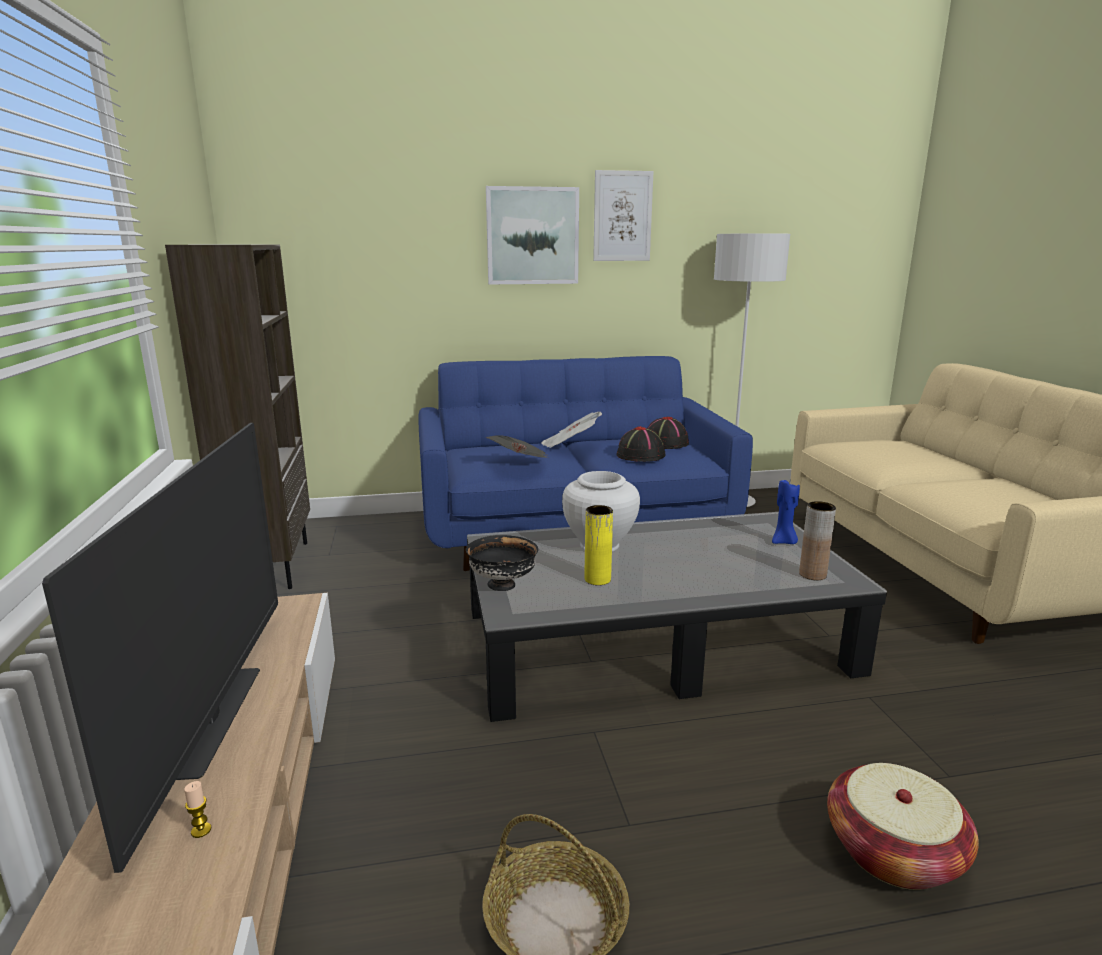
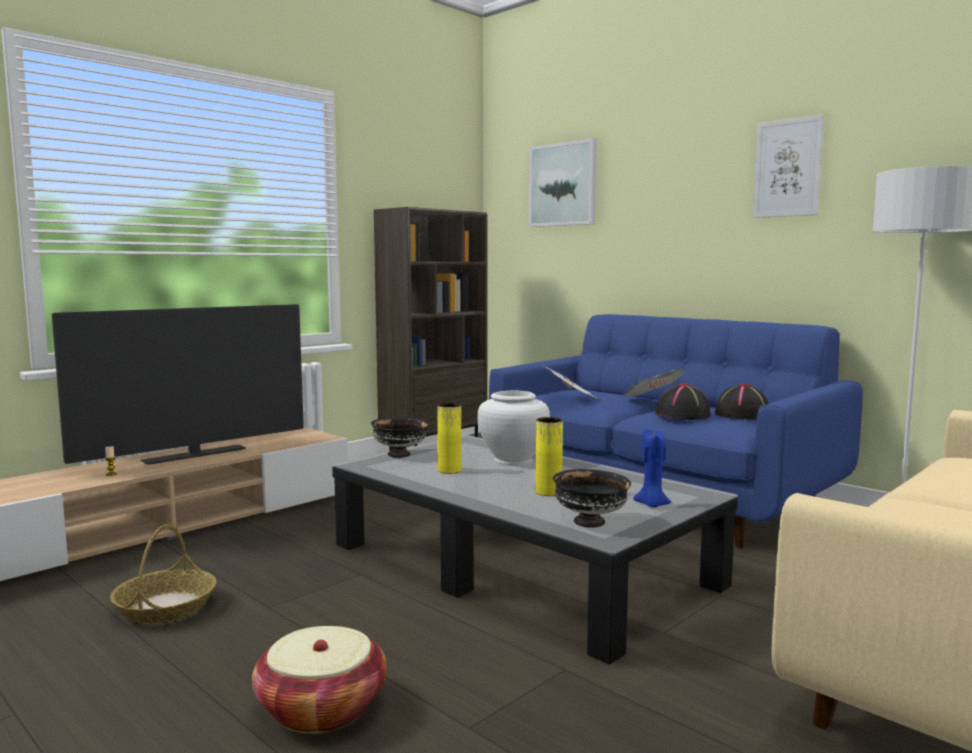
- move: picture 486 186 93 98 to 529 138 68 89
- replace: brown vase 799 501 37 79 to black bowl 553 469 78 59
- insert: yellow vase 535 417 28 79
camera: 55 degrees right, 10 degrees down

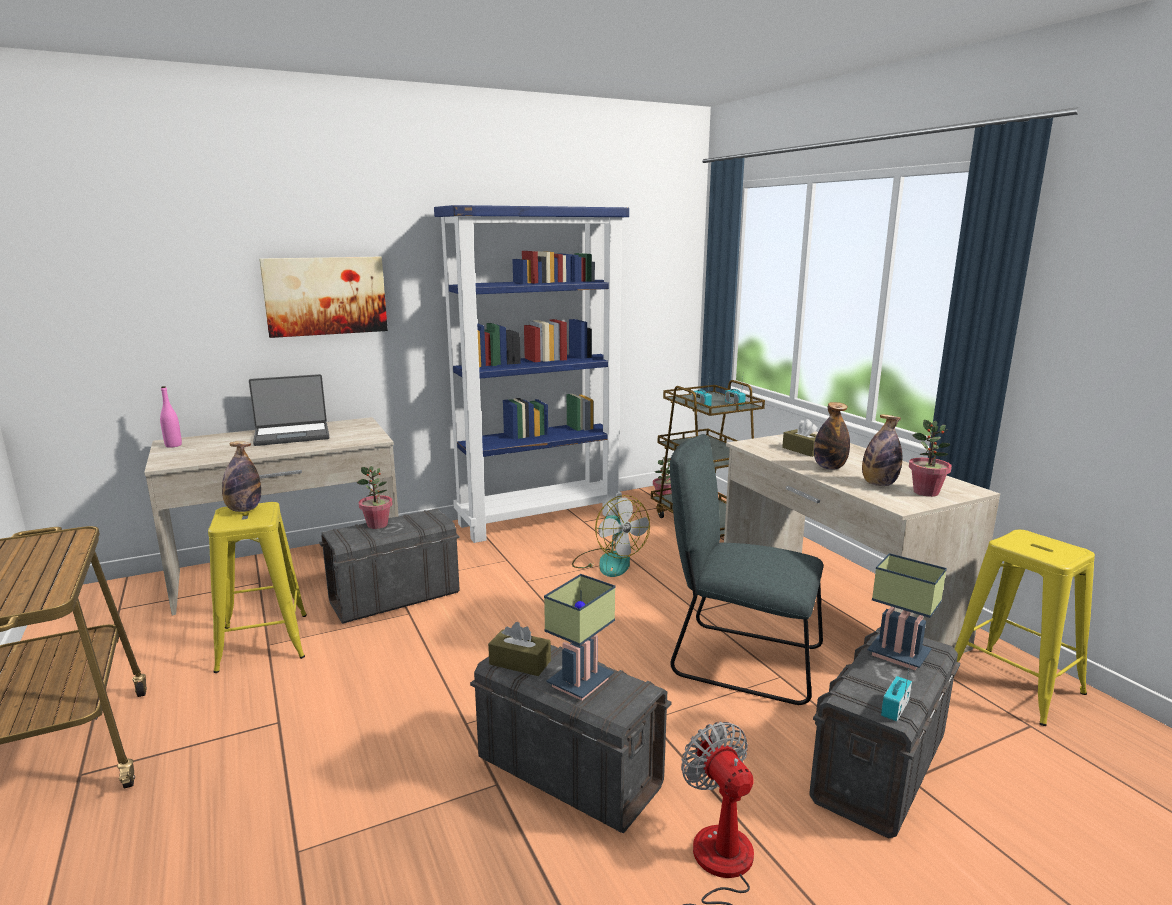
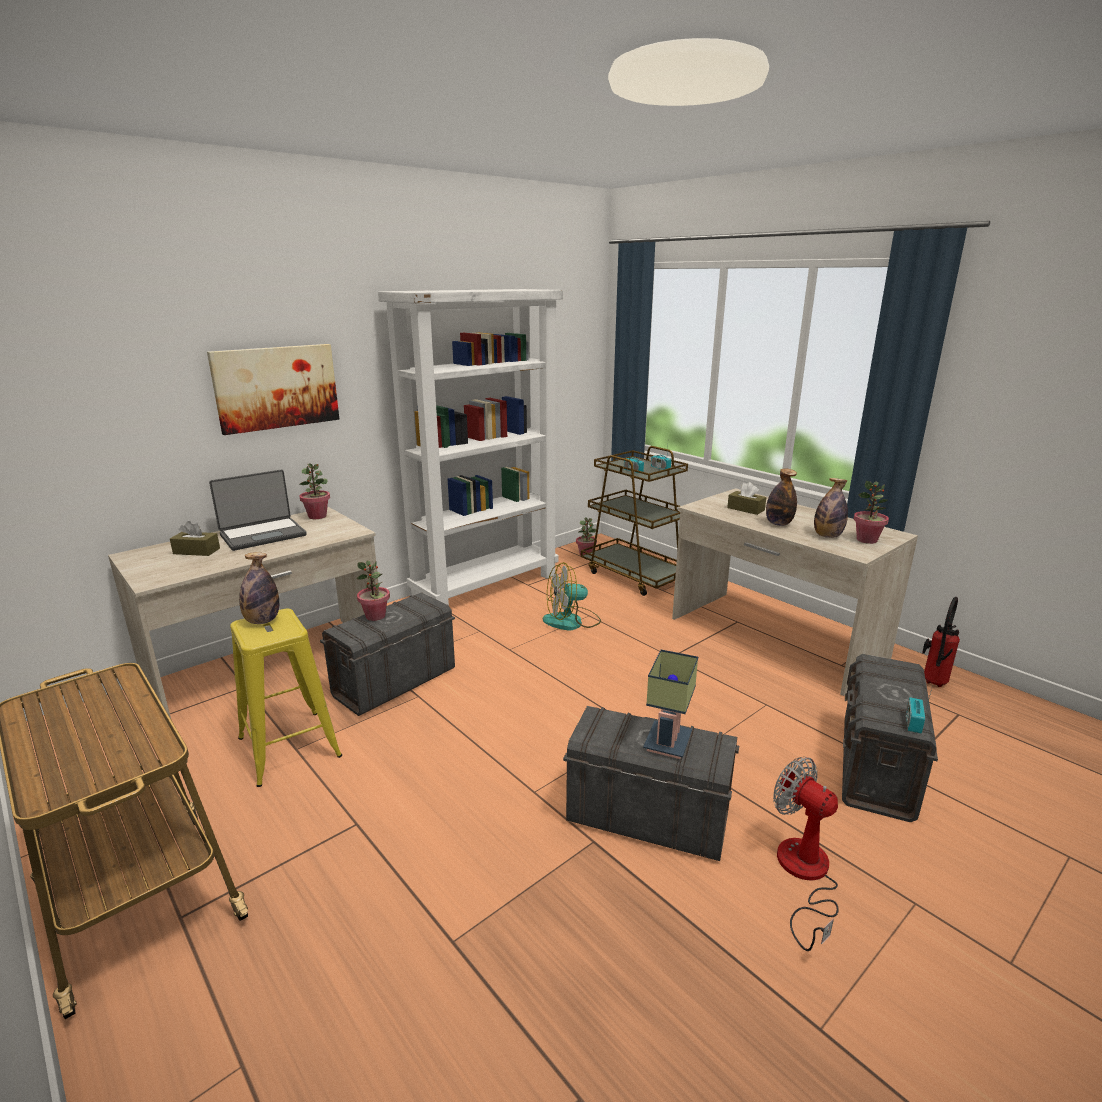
- recolor: blue bookcase 434 205 195 338 to white bookcase 378 289 185 316
- delete: pink bottle 160 386 22 62
- delete: grey chair 670 434 153 271
- rotate: fan 572 495 78 82 = 543 562 58 68 120 degrees clockwise
- replace: yellow stool 955 530 140 196 to fire extinguisher 922 597 38 90
- delete: table lamp 868 553 79 117
- move: brown tissue box 488 622 63 54 to 170 521 50 35
- insert: potted plant 299 463 31 56
camera: 15 degrees left, 5 degrees up

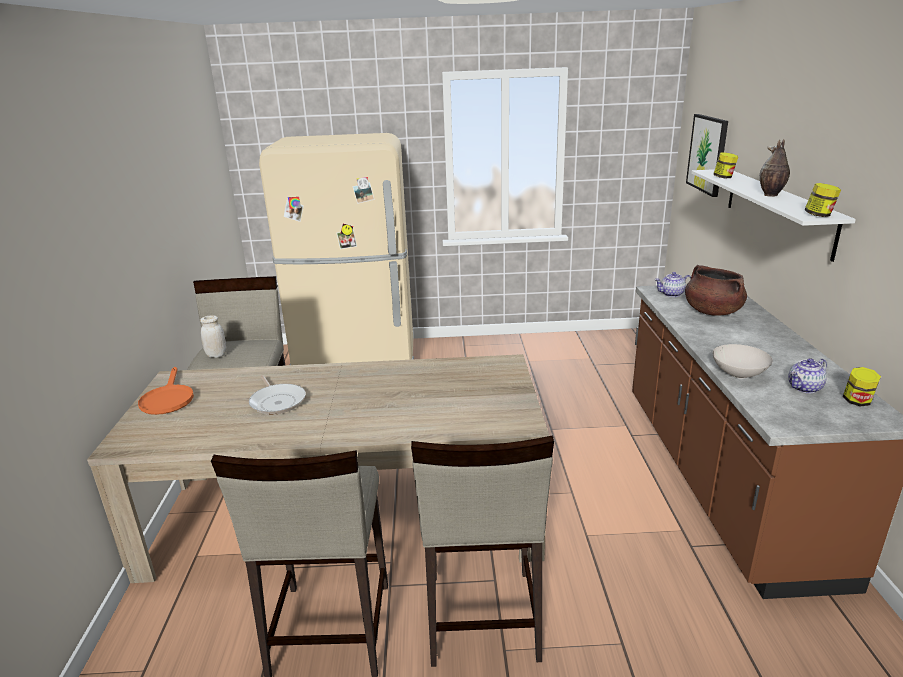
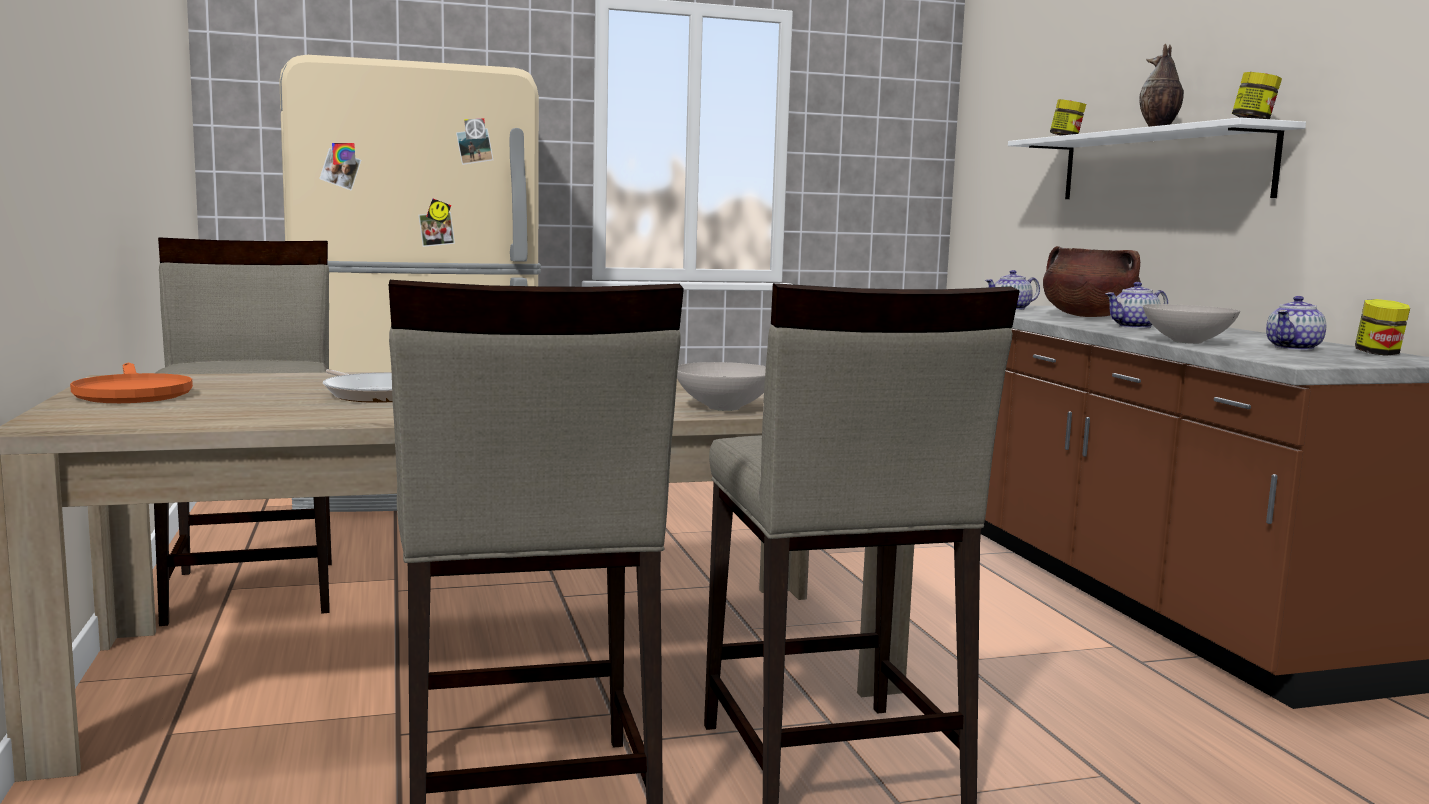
- delete: picture 686 114 42 83
- delete: white jar 200 315 26 43
- insert: teapot 1106 282 62 46
- insert: white bowl 677 362 89 49
camera: 15 degrees left, 15 degrees down

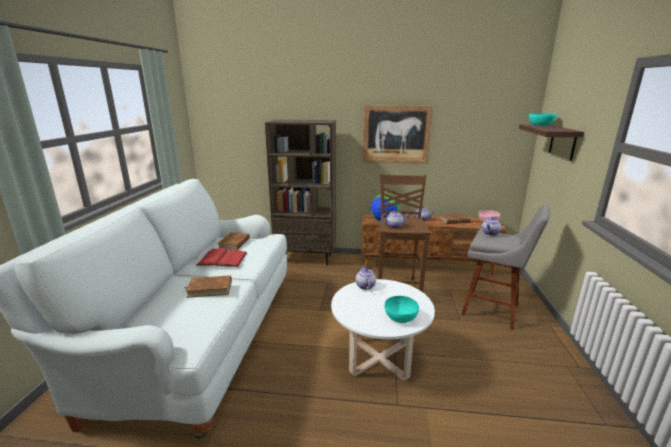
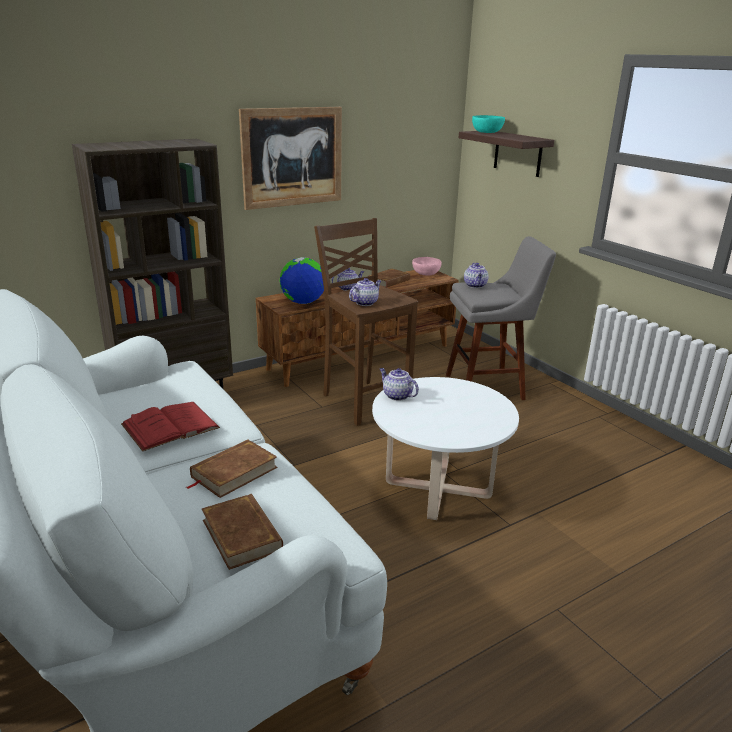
- move: brown book 217 232 33 18 to 202 494 81 76
- delete: turquoise bowl 385 296 34 27
camera: 40 degrees left, 5 degrees up

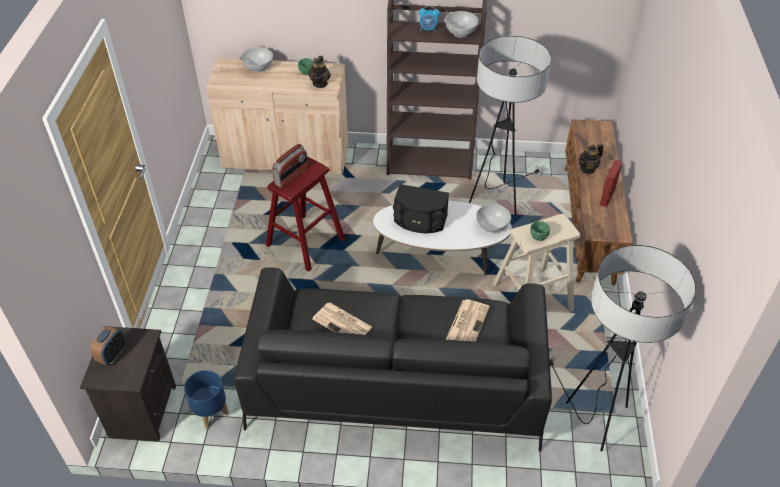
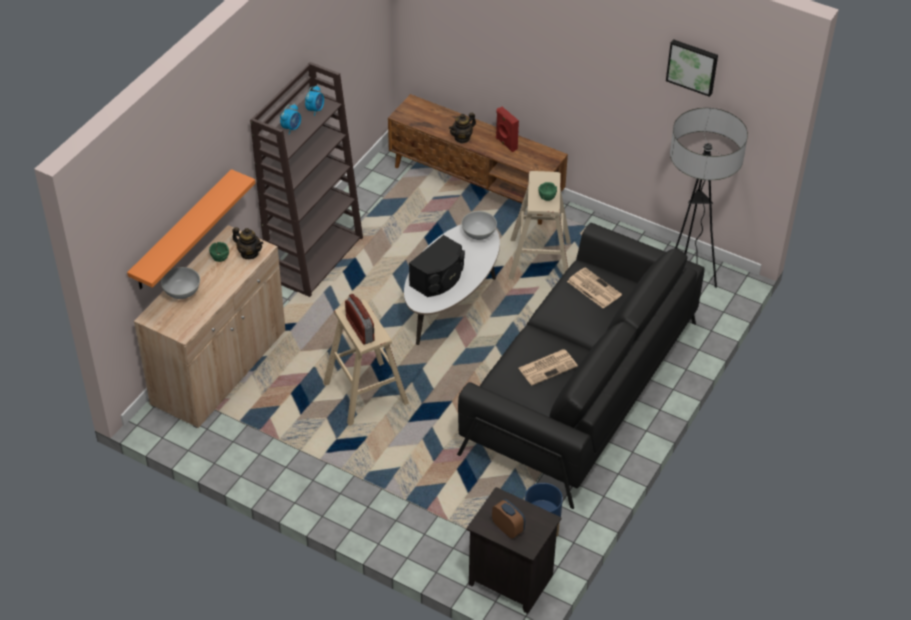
- replace: white bowl 445 11 34 27 to alarm clock 305 85 19 31
- delete: floor lamp 469 36 82 179
- rotate: teapot 579 144 25 30 = 449 113 27 31 60 degrees clockwise
- recolor: red stool 266 156 79 115 to beige stool 323 299 86 127
- insert: picture 666 39 52 58
- insert: orange shelf 127 169 128 120
camera: 65 degrees left, 0 degrees up

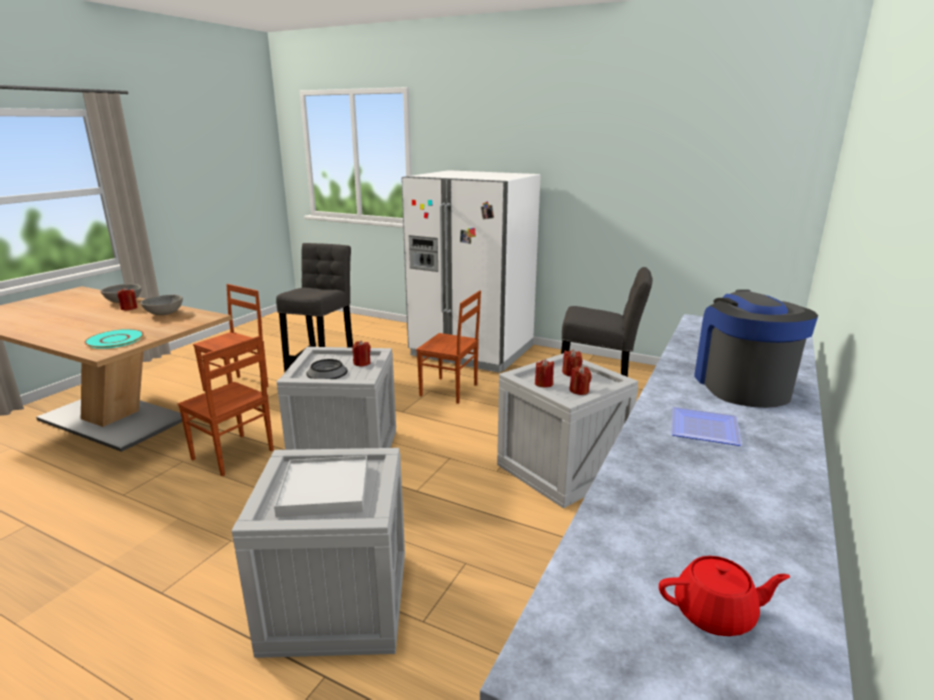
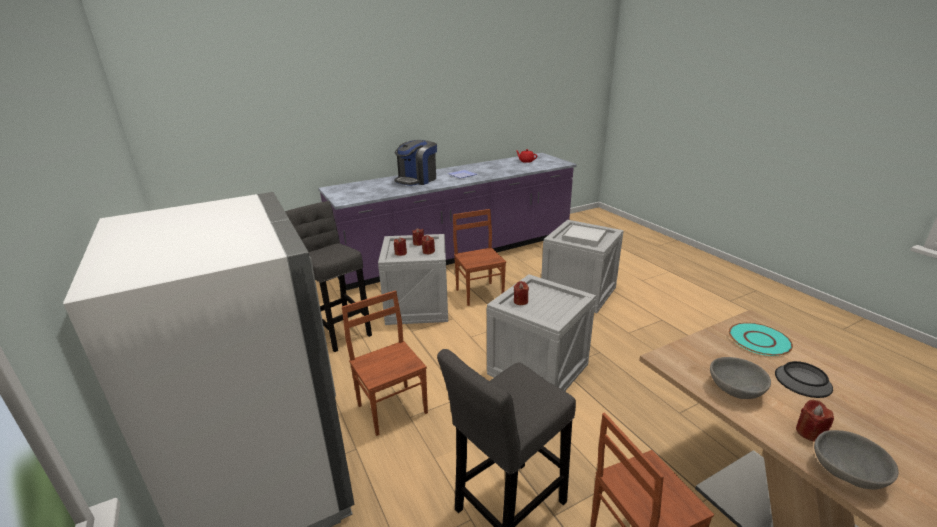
- move: brown chair 178 336 96 141 to 453 209 53 97
- move: bowl 306 359 42 20 to 775 361 58 37
camera: 145 degrees left, 5 degrees up

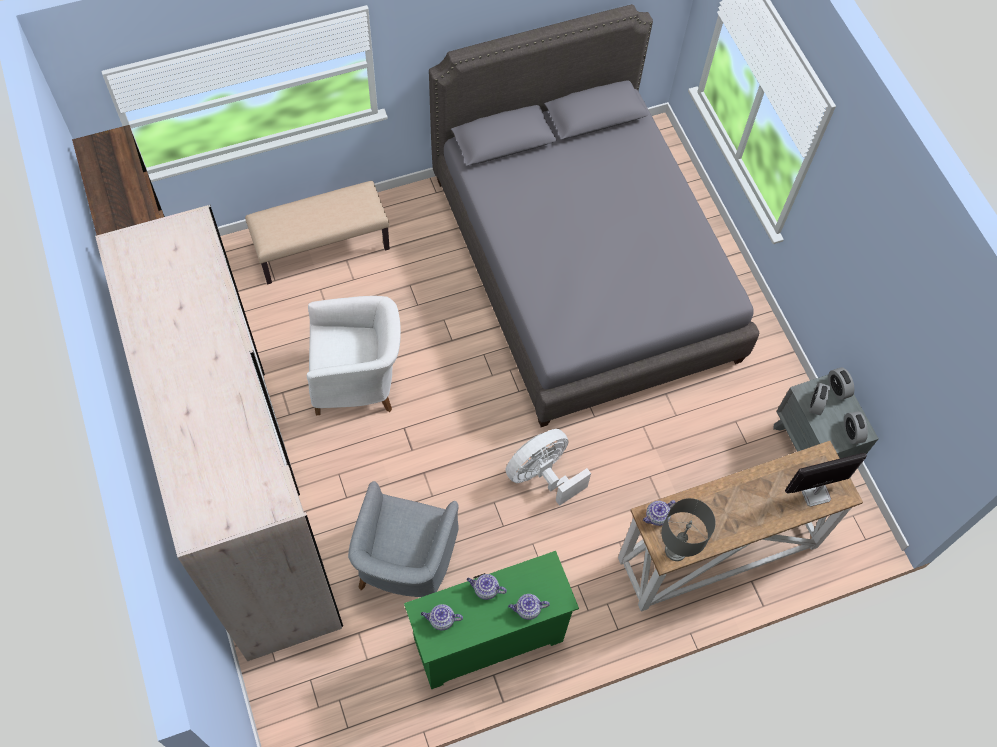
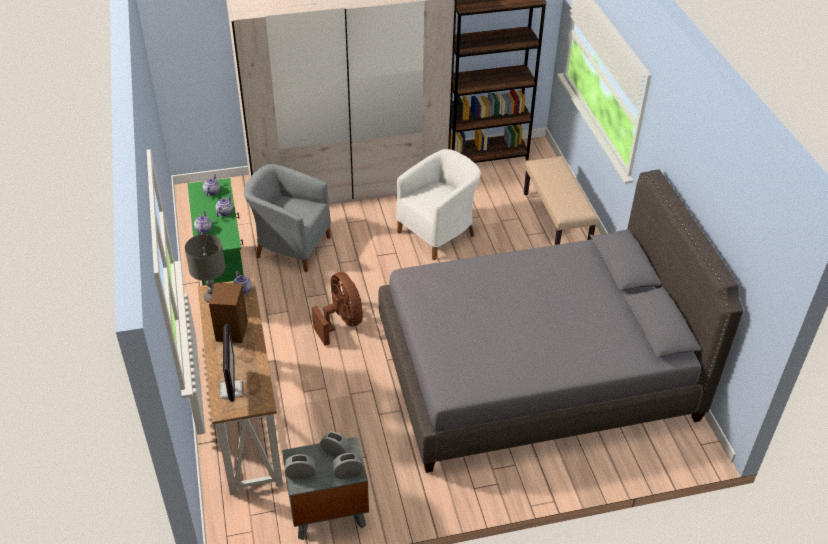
- rotate: white armchair 307 296 94 119 = 396 149 85 111 135 degrees counterclockwise
- recolor: white fan 505 429 86 77 to brown fan 312 272 51 74
- insert: brown speaker 209 282 39 61
camera: 100 degrees right, 20 degrees down

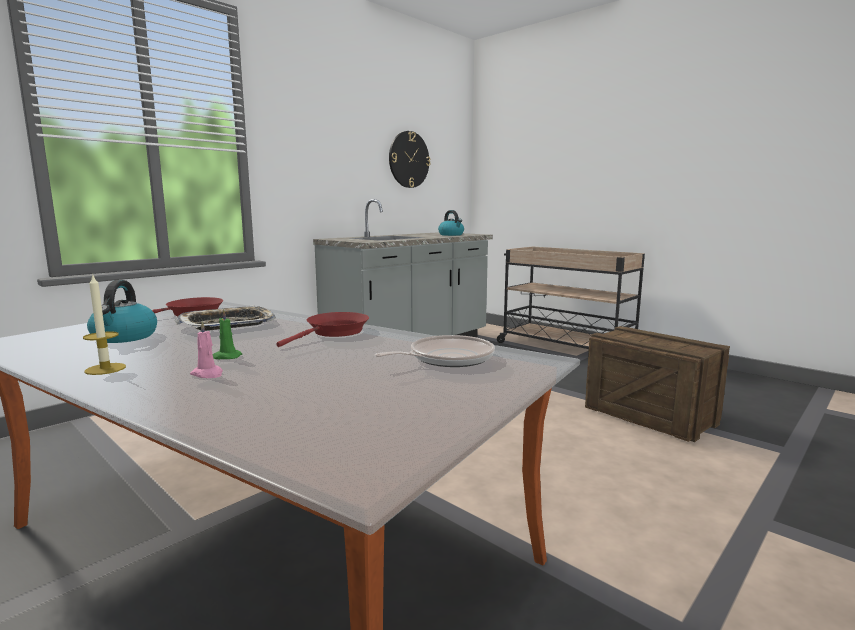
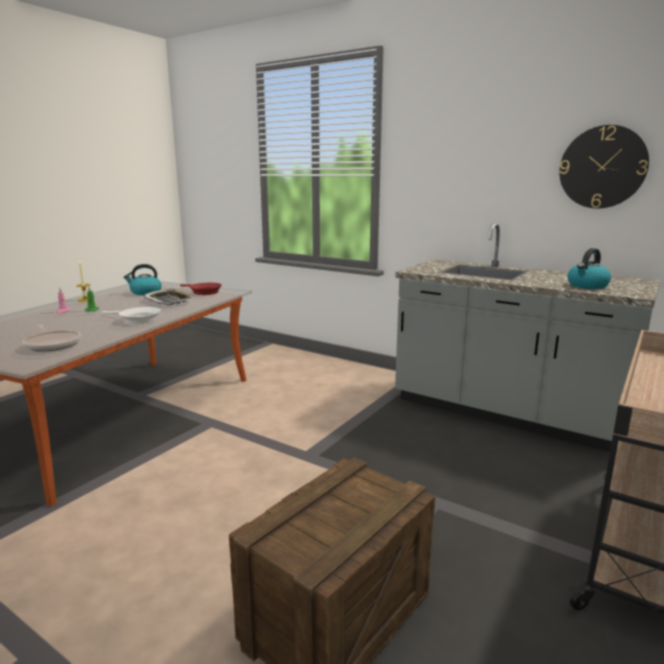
- recolor: red frying pan 276 312 93 35 to white frying pan 101 307 60 17
camera: 80 degrees right, 5 degrees up

